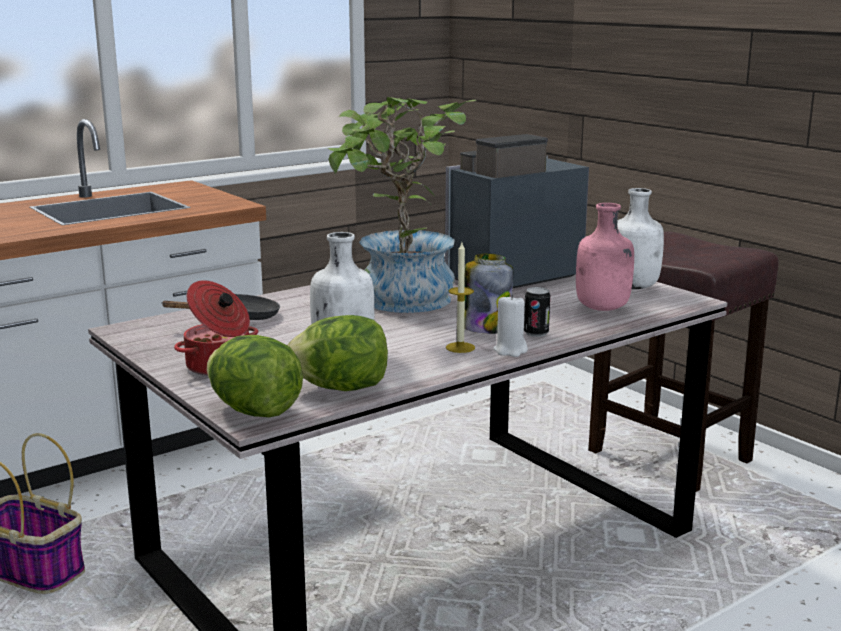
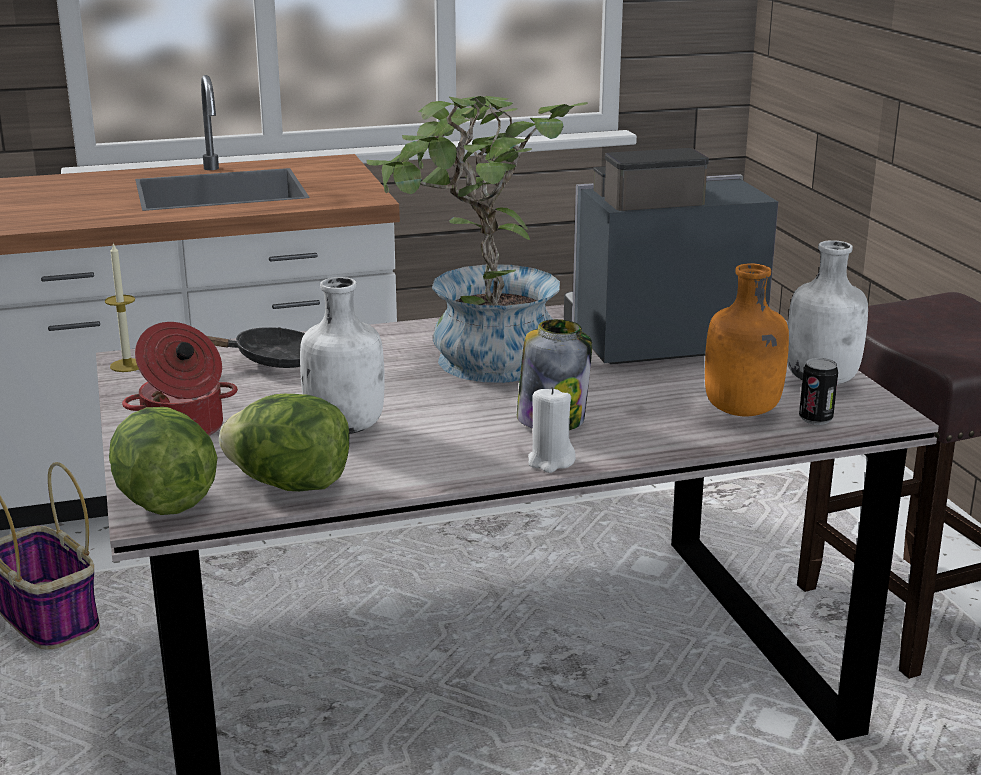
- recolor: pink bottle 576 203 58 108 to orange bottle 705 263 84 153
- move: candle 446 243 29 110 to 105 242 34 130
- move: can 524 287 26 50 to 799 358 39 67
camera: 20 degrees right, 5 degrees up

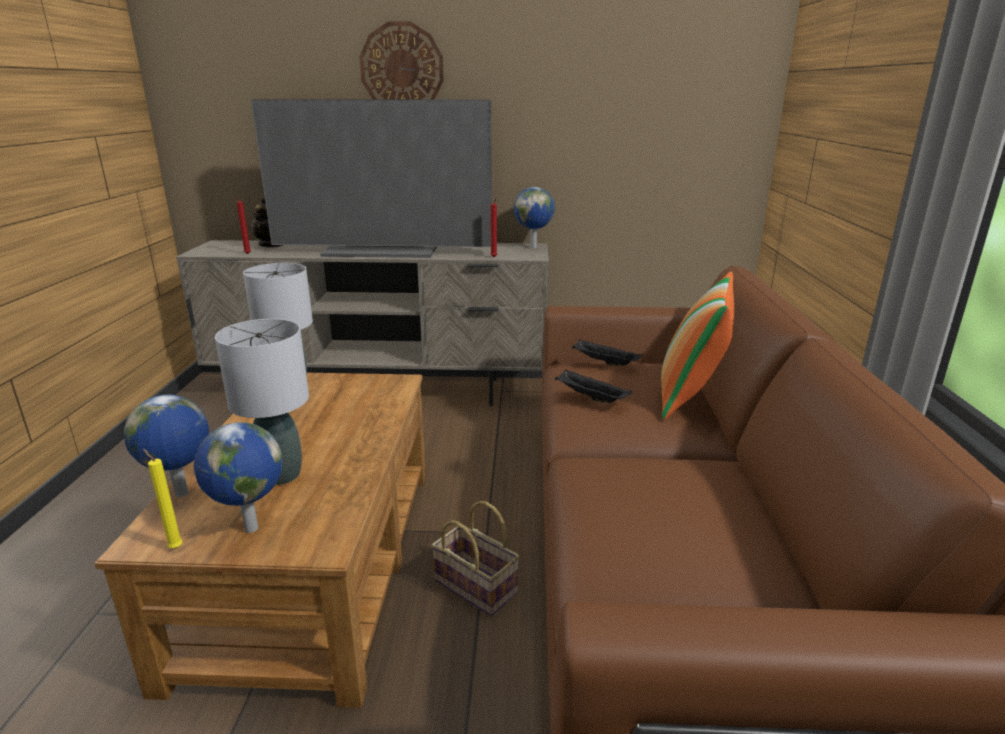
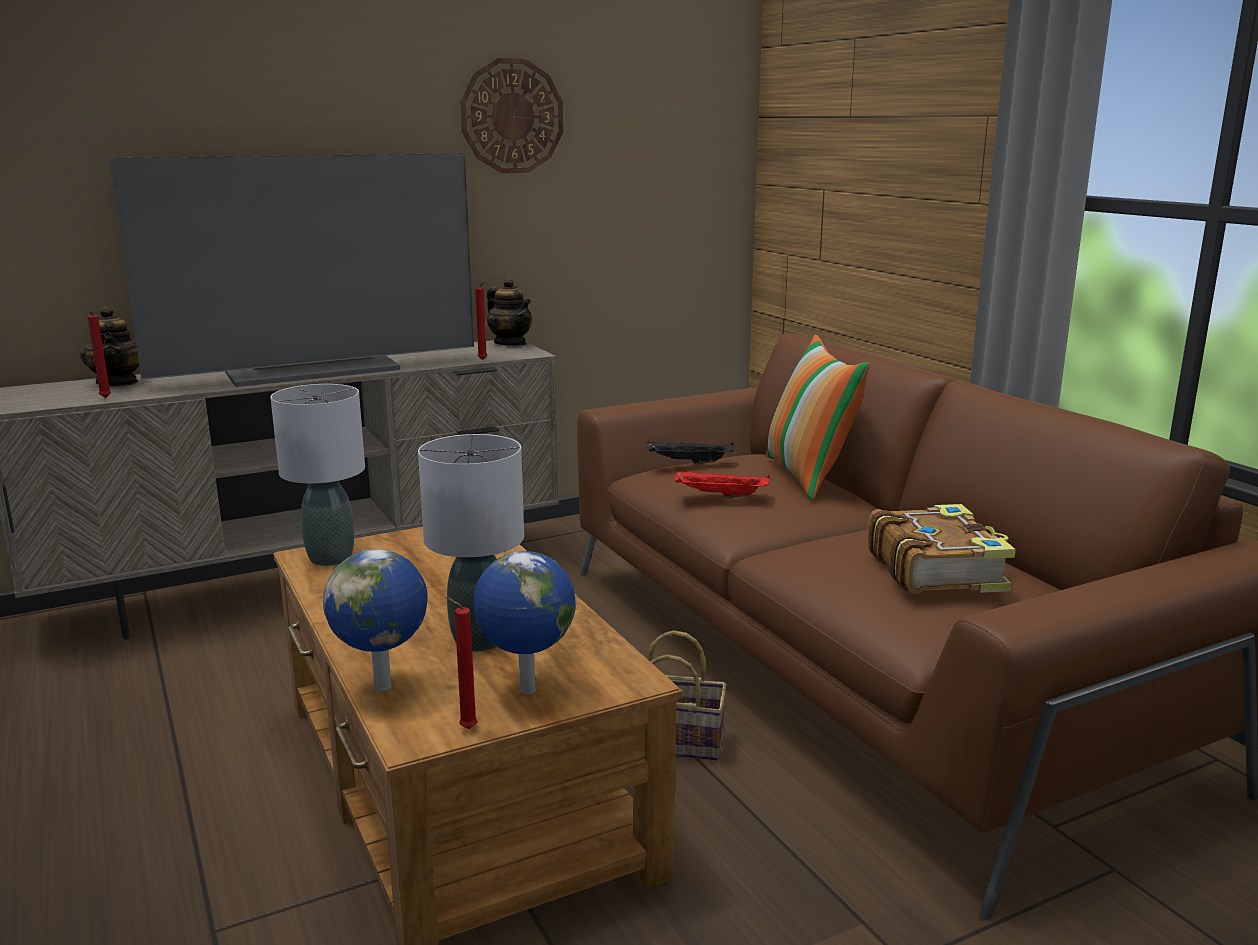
- move: wall clock 359 22 85 78 to 460 58 104 115
- replace: globe 514 187 41 61 to teapot 487 278 45 68
- recolor: black tray 555 370 77 33 to red tray 675 471 95 27
- recolor: yellow candle 143 449 40 99 to red candle 445 597 32 132
- insert: book 867 504 149 90
camera: 30 degrees left, 5 degrees down

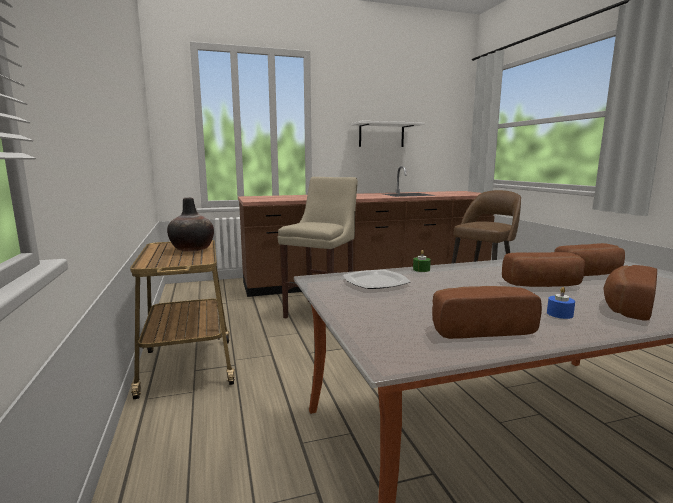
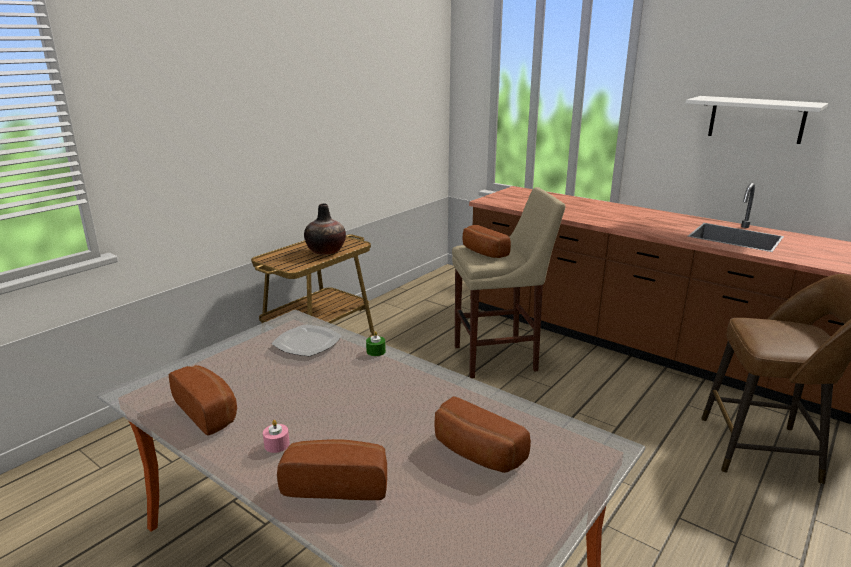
- move: bread 502 252 83 35 to 463 225 48 33
- recolor: blue candle 547 287 28 32 to pink candle 263 420 27 33
camera: 55 degrees right, 10 degrees up

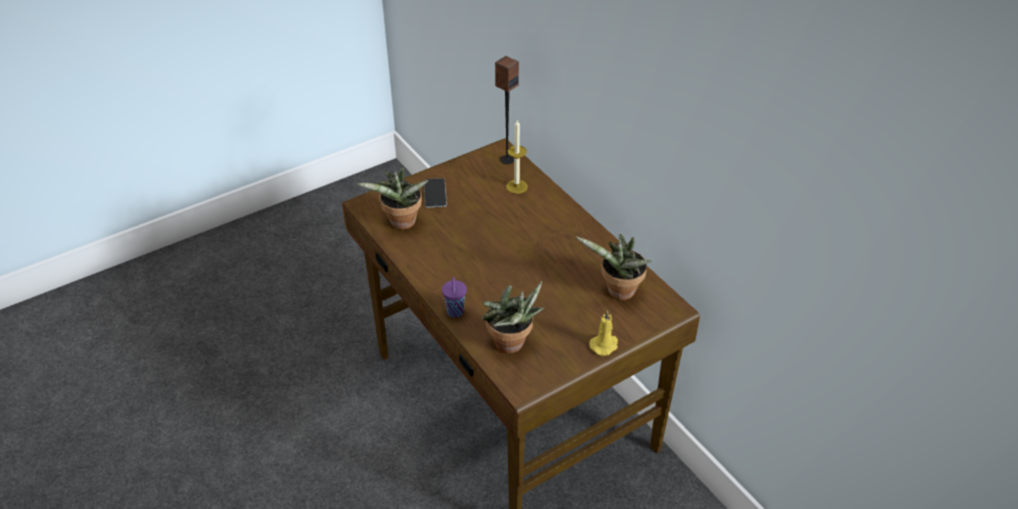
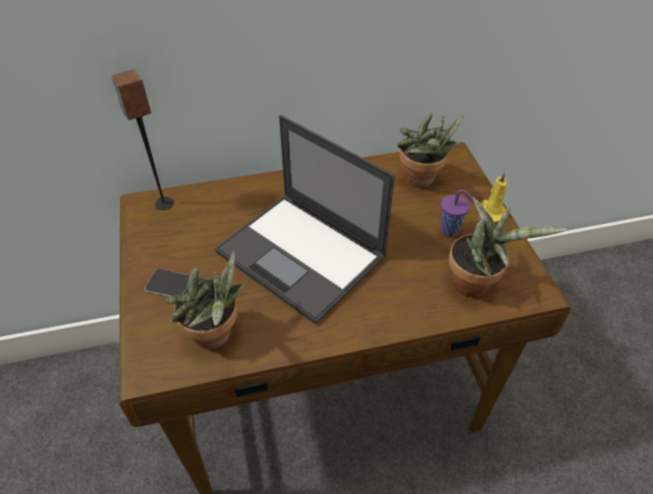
- delete: candle 506 120 22 74
- move: purple cup 442 277 25 40 to 440 189 34 48
- insert: laptop 215 115 180 210
camera: 70 degrees left, 5 degrees up

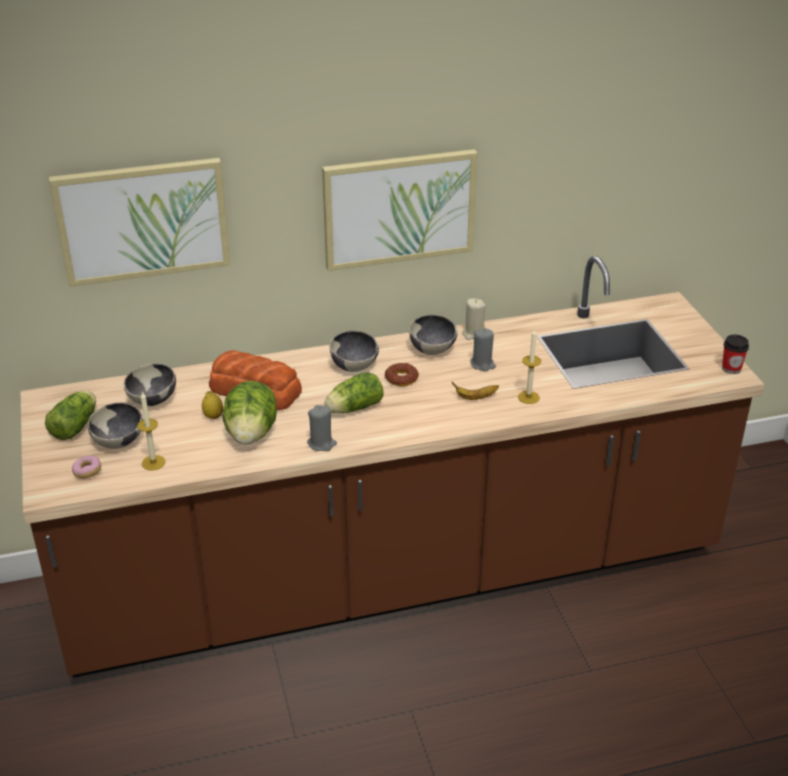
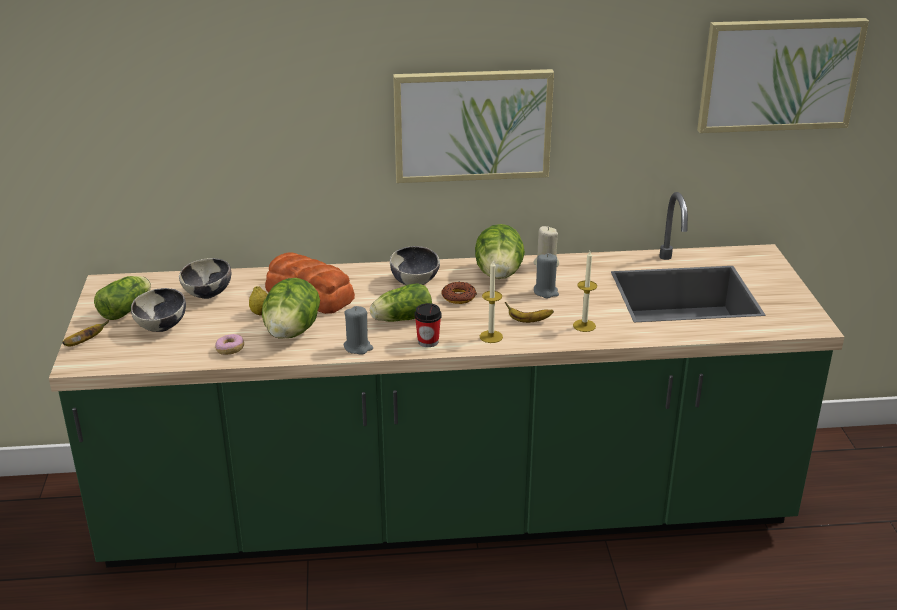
- move: picture 49 158 181 129 to 697 18 172 115
- recolor: brown counter 21 256 743 422 to green counter 49 192 795 376
- replace: bowl 409 314 49 41 to lettuce 475 224 50 55
- move: cup 722 334 27 40 to 414 303 28 44
- move: candle 137 391 29 80 to 480 261 23 82
- move: donut 72 456 29 23 to 215 334 29 21
- insert: banana 62 320 47 26
camera: 10 degrees right, 5 degrees down

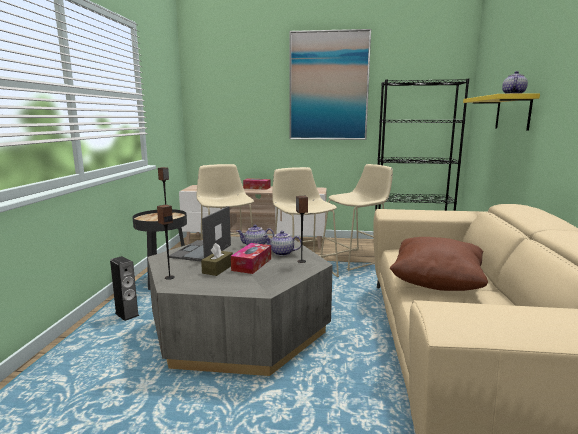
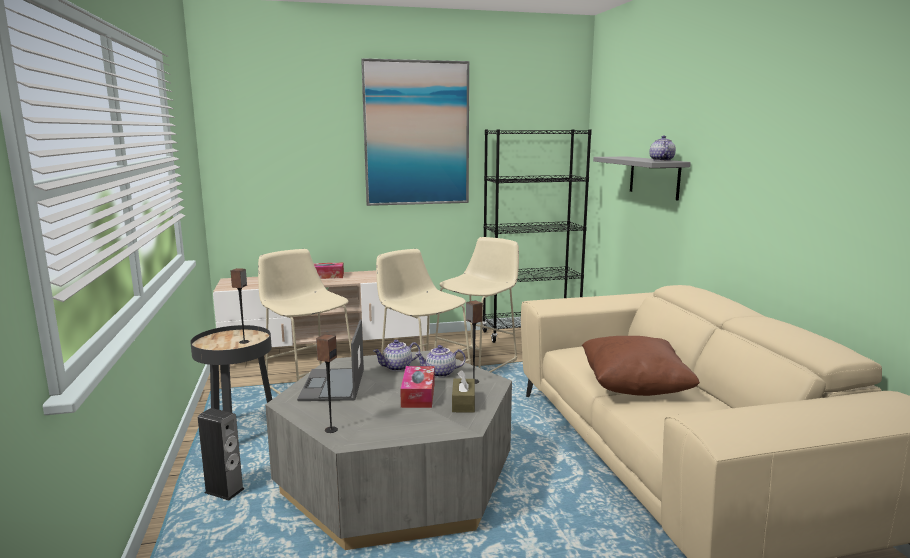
- recolor: yellow shelf 463 93 77 38 to grey shelf 593 157 98 44
- move: brown tissue box 201 243 32 33 to 452 370 23 43
camera: 20 degrees left, 0 degrees up

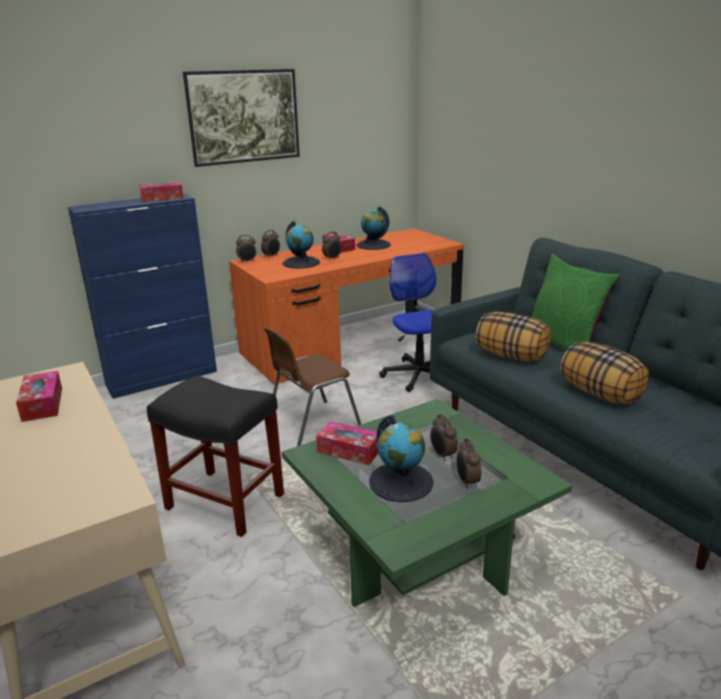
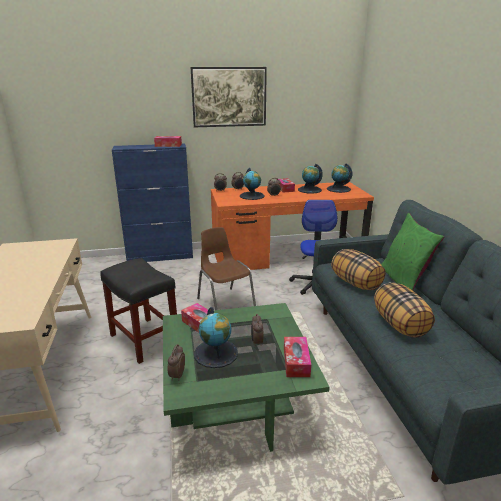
- rotate: brown chair 264 327 97 119 = 197 227 59 83 75 degrees clockwise
- move: tissue box 16 371 46 51 to 284 337 27 40
- move: alarm clock 456 438 25 51 to 168 344 17 37
- insert: globe 327 163 25 30
camera: 20 degrees right, 0 degrees up

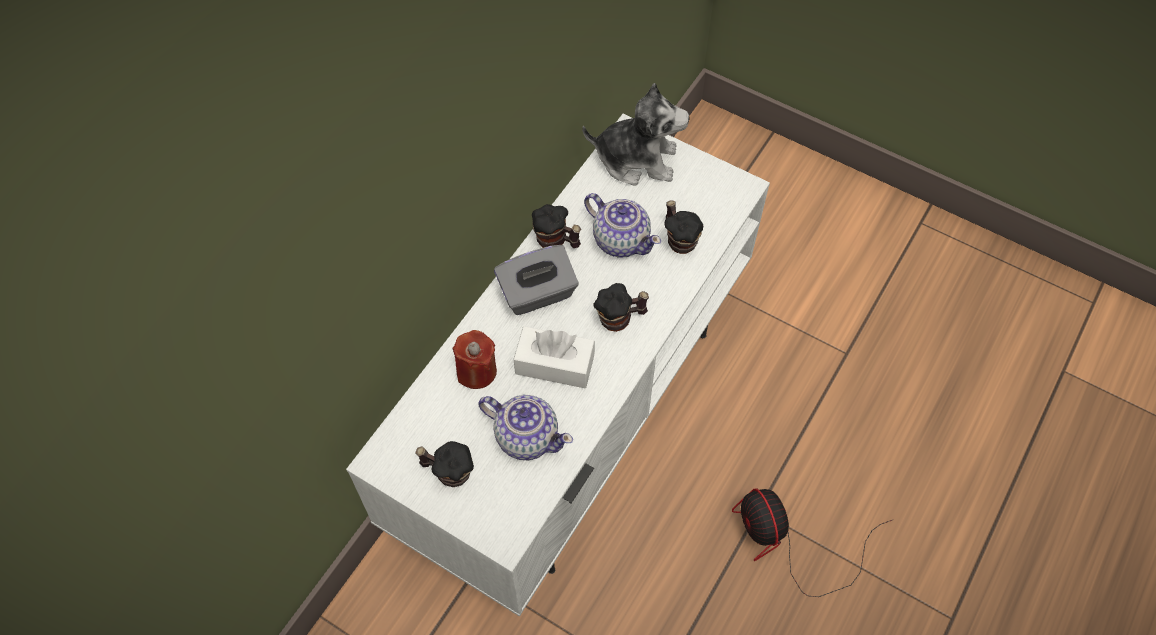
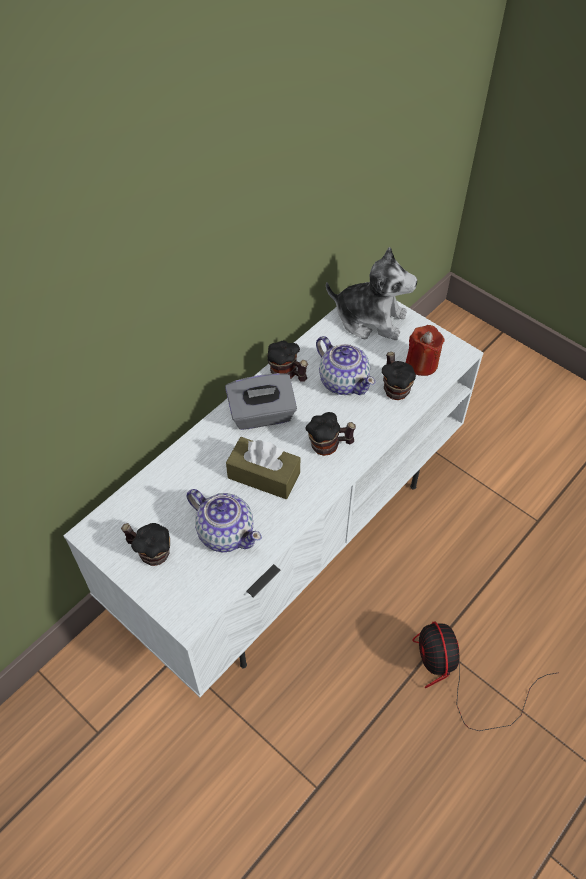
- recolor: white tissue box 514 326 81 62 to brown tissue box 226 437 74 62
- move: red candle 452 330 45 59 to 406 325 39 51
camera: 10 degrees right, 5 degrees down

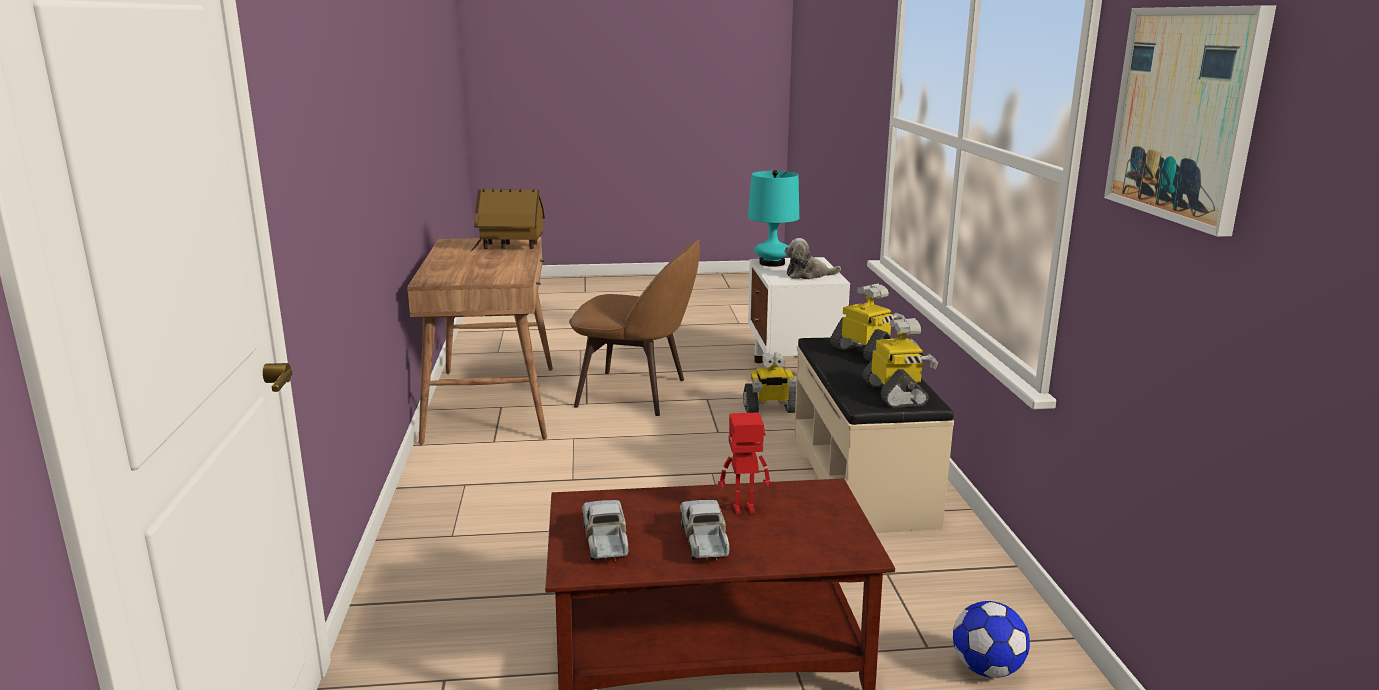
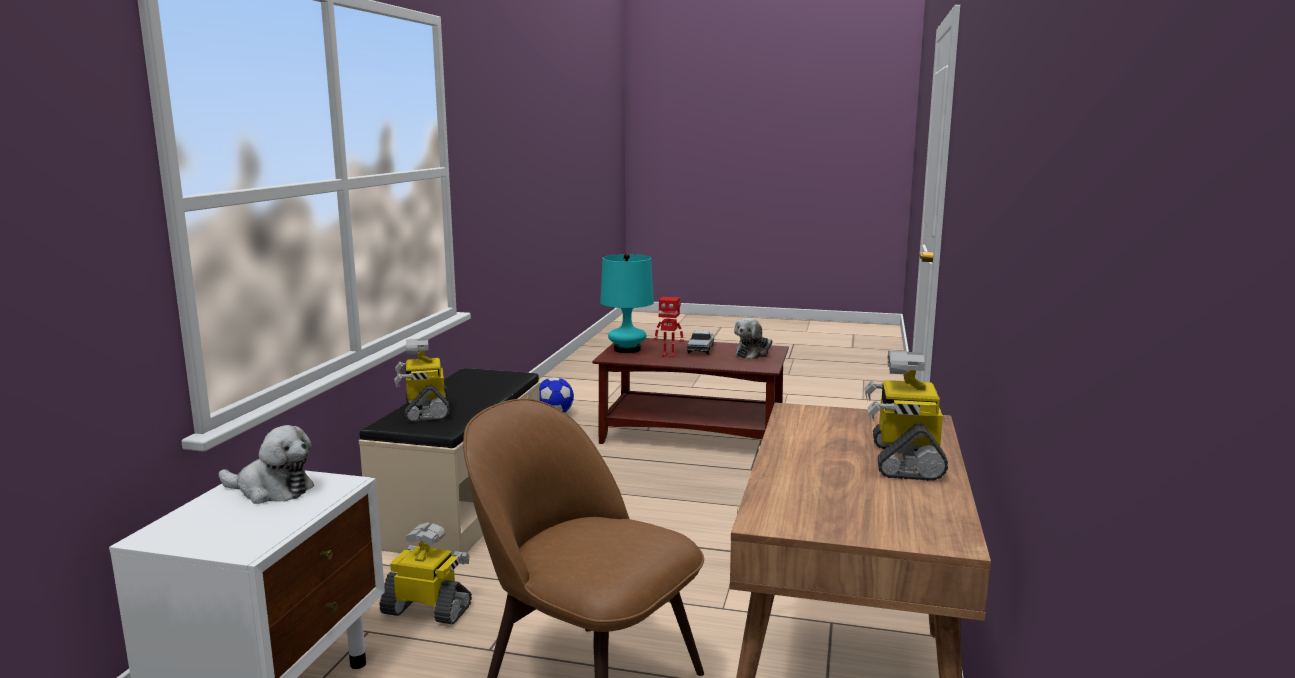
- delete: picture 1104 5 172 232
- move: turquoise table lamp 748 170 51 97 to 600 254 54 99
- delete: toy house 471 189 74 62
- move: toy robot 863 318 75 90 to 864 351 84 130
- replace: toy truck 582 500 46 62 to plush toy 734 318 38 42
camera: 160 degrees left, 5 degrees down

